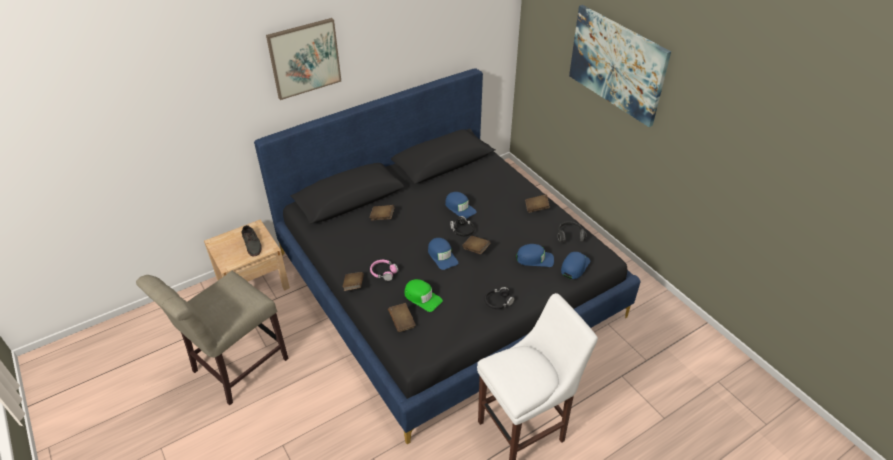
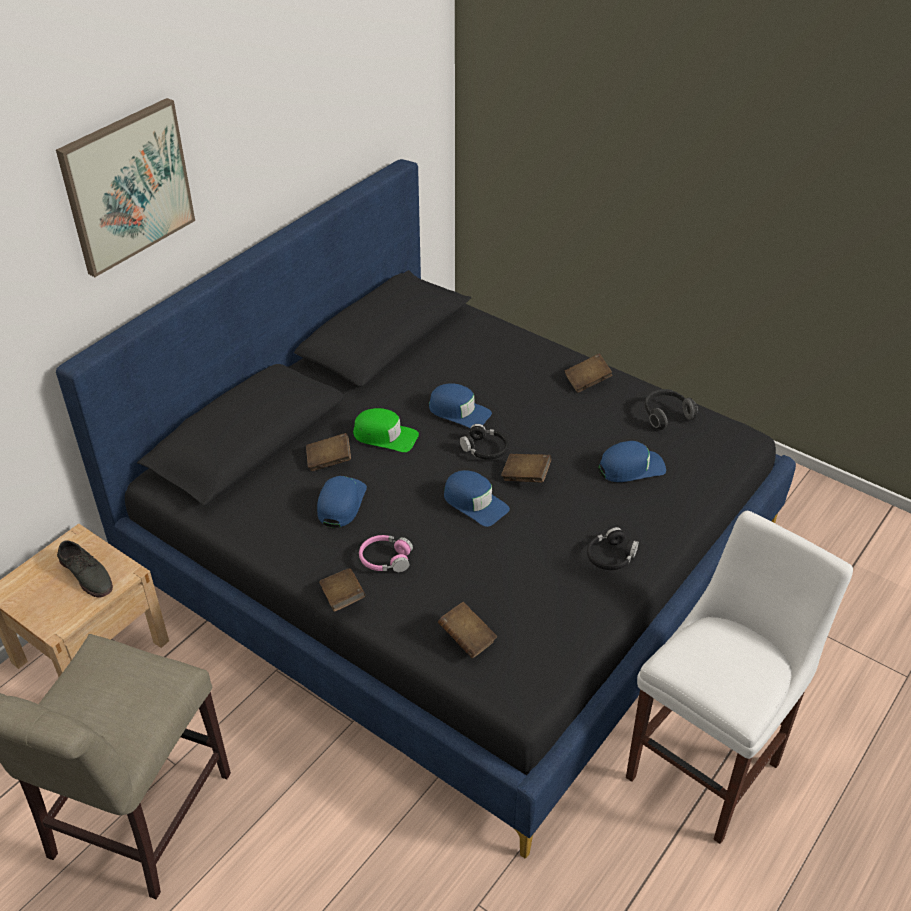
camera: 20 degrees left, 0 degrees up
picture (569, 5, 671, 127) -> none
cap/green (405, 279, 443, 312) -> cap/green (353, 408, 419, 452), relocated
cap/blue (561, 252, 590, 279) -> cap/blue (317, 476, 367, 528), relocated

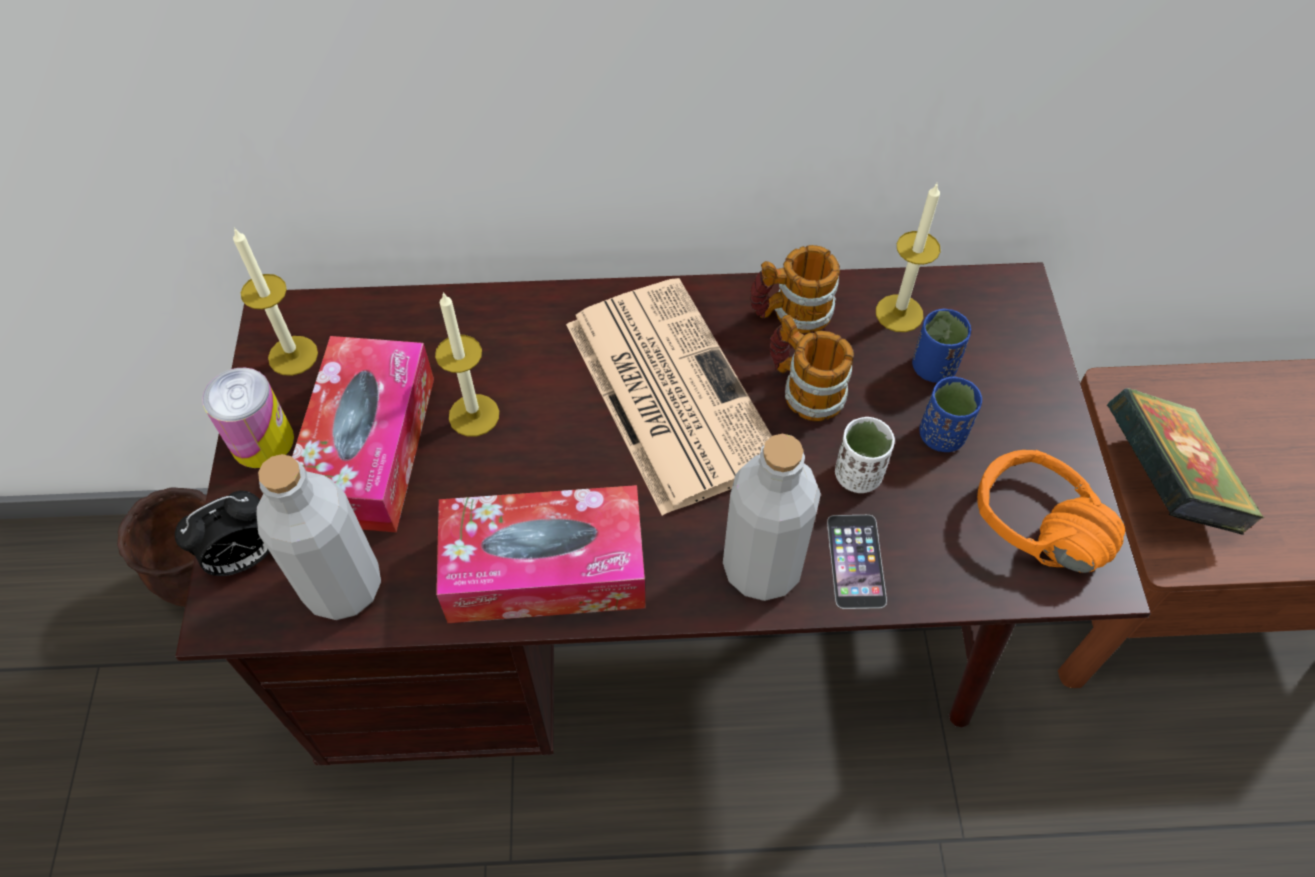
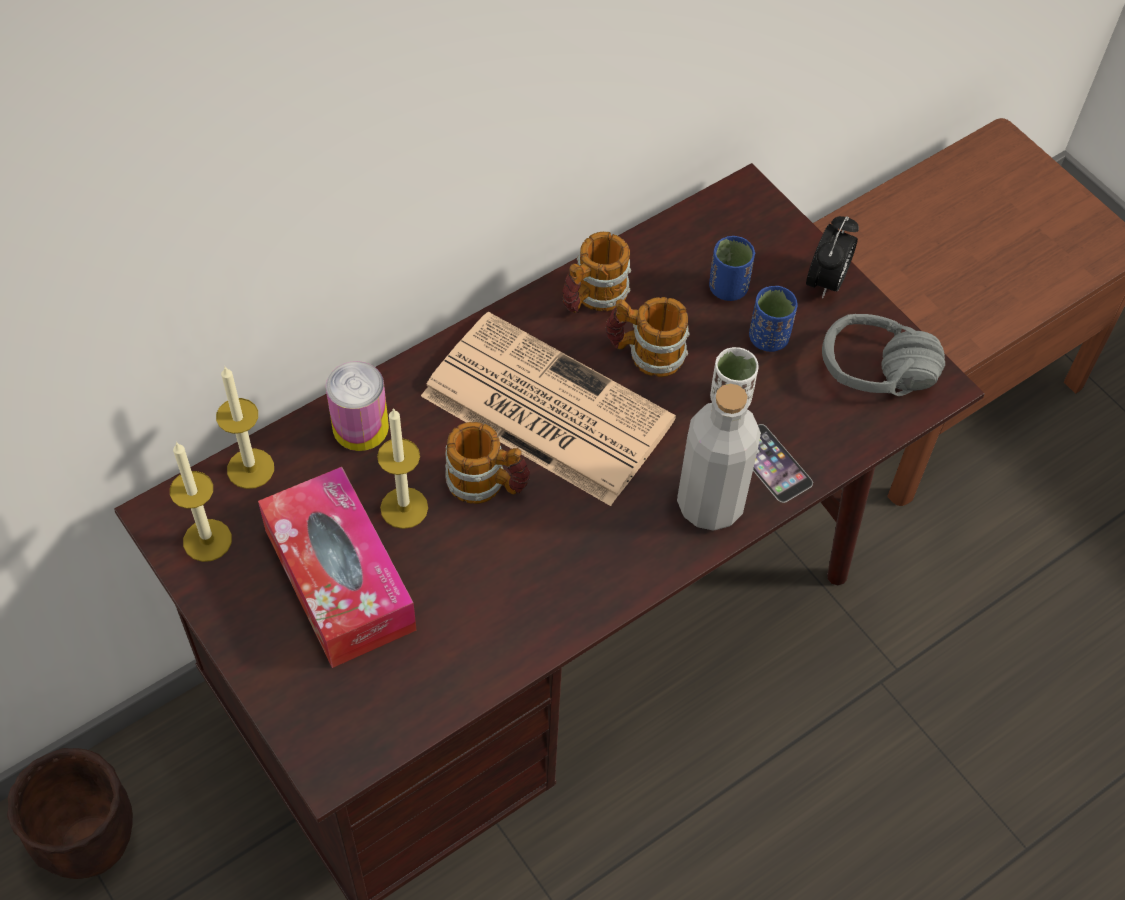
camera: 35 degrees left, 0 degrees up
bottle/grey (256, 454, 381, 620) -> none
tissue box (436, 485, 645, 623) -> none
book (1107, 388, 1264, 535) -> none
none -> mug (445, 422, 530, 504)
alarm clock (175, 491, 269, 576) -> alarm clock (806, 216, 859, 299), relocated
can (202, 368, 294, 468) -> can (326, 361, 389, 451), relocated
candle (876, 184, 941, 332) -> candle (216, 366, 274, 489), relocated
headphones/orange (977, 450, 1125, 573) -> headphones/grey (822, 314, 945, 396)

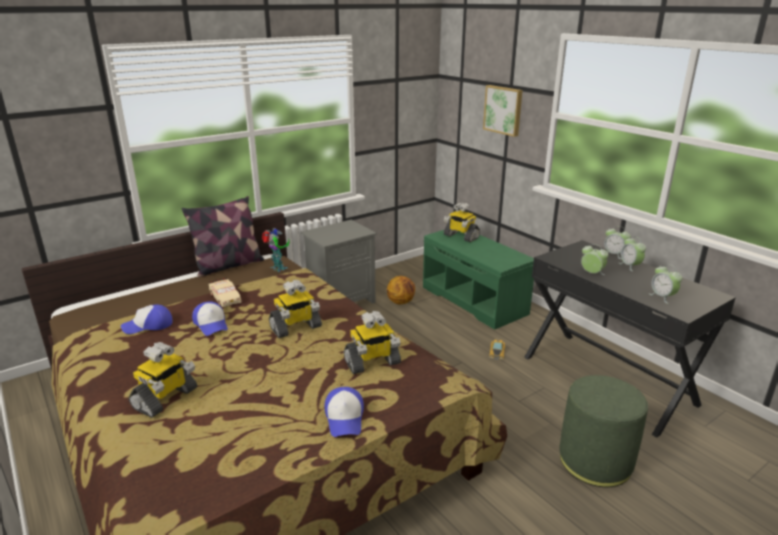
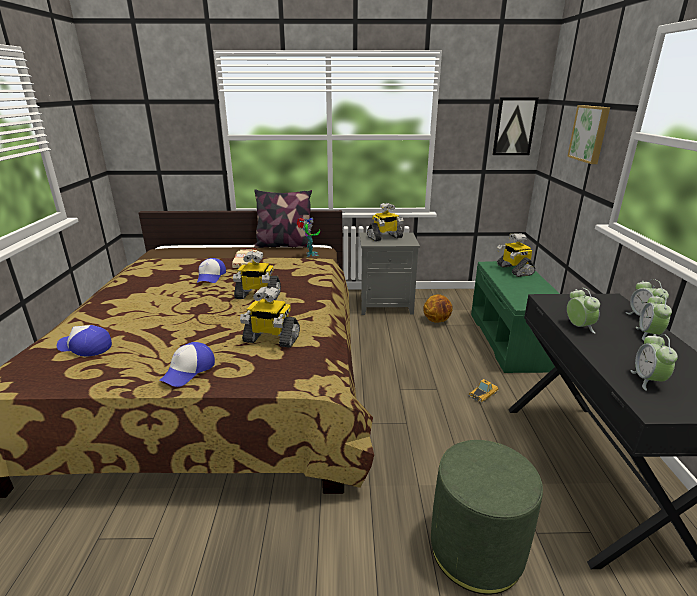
camera: 35 degrees right, 0 degrees up
none -> picture (492, 97, 539, 155)
cap (121, 305, 172, 334) -> cap (57, 325, 112, 357), relocated
toy robot (128, 342, 197, 418) -> toy robot (367, 203, 404, 241), relocated

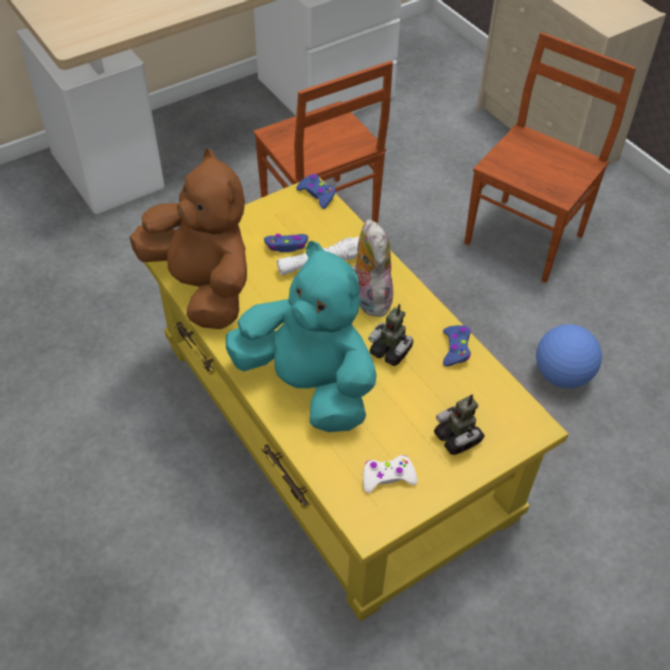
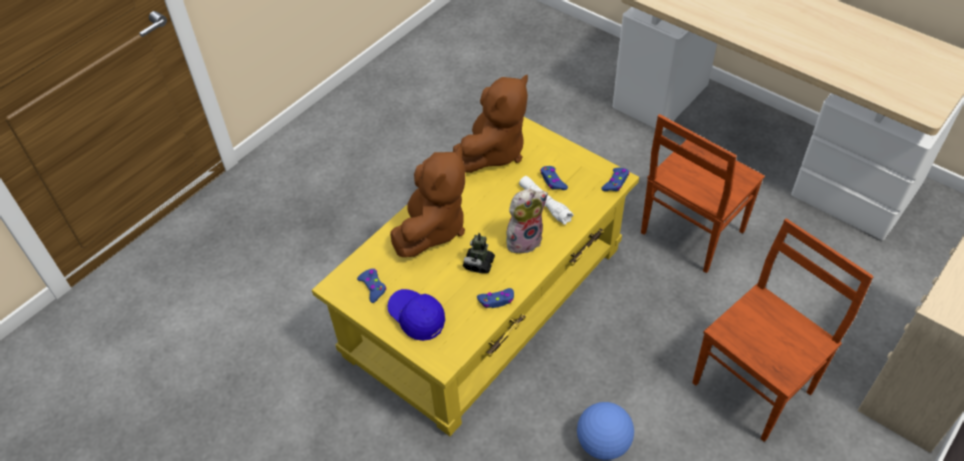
camera: 75 degrees right, 0 degrees up
toy robot (434, 394, 484, 455) -> cap/blue (388, 289, 445, 341)
plush toy/turquoise (226, 241, 376, 432) -> plush toy/brown (390, 146, 465, 257)
game controller/white (363, 455, 418, 493) -> game controller/blue (357, 269, 386, 303)
chair/brown (464, 32, 636, 283) -> chair/brown (692, 219, 874, 442), 60 degrees counterclockwise

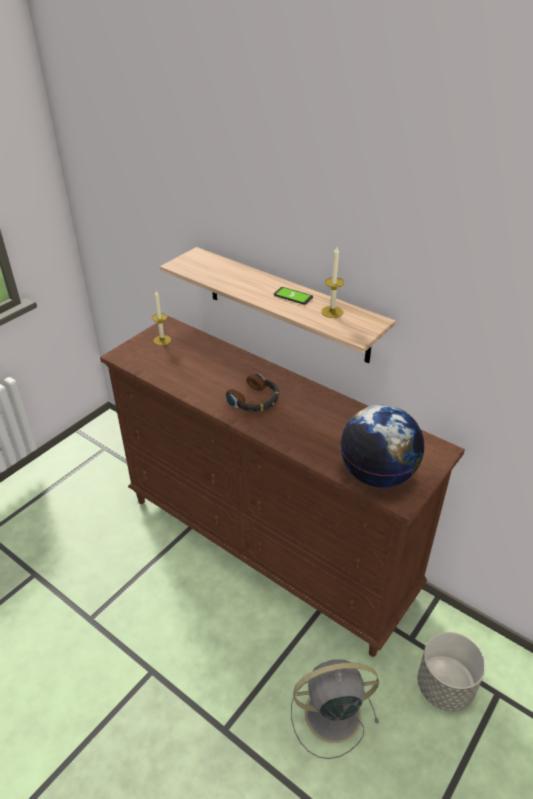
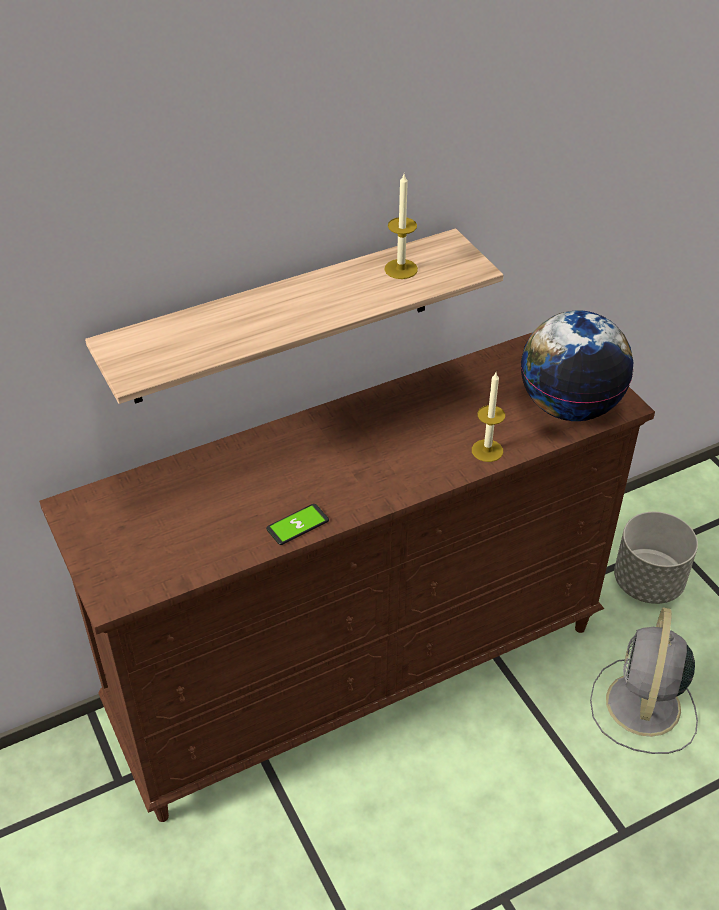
camera: 65 degrees left, 5 degrees up
headphones (226, 373, 279, 412) -> none
candle (152, 291, 171, 345) -> candle (472, 372, 505, 462), relocated
phone (274, 287, 313, 305) -> phone (266, 504, 329, 545), relocated

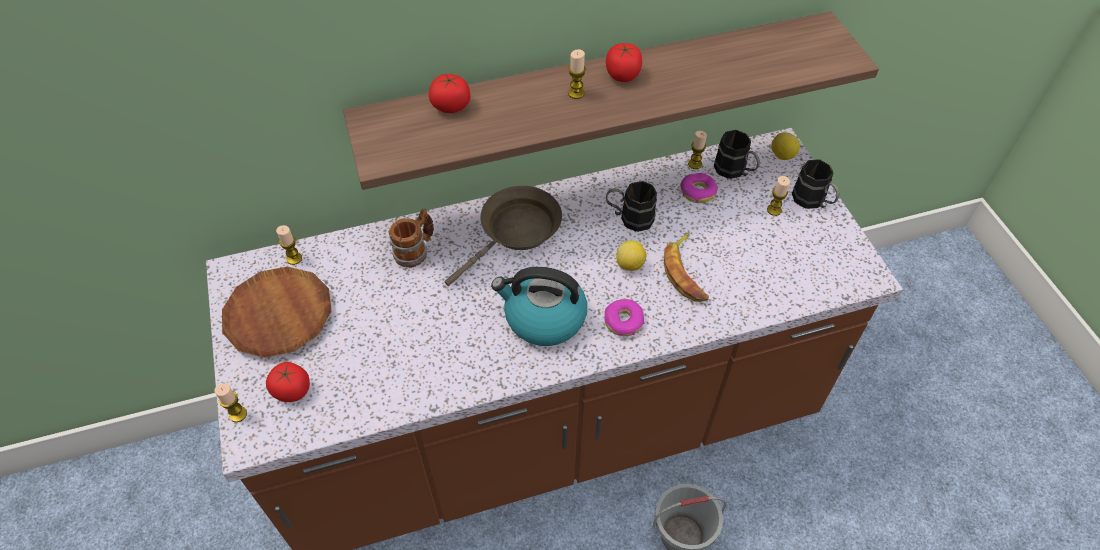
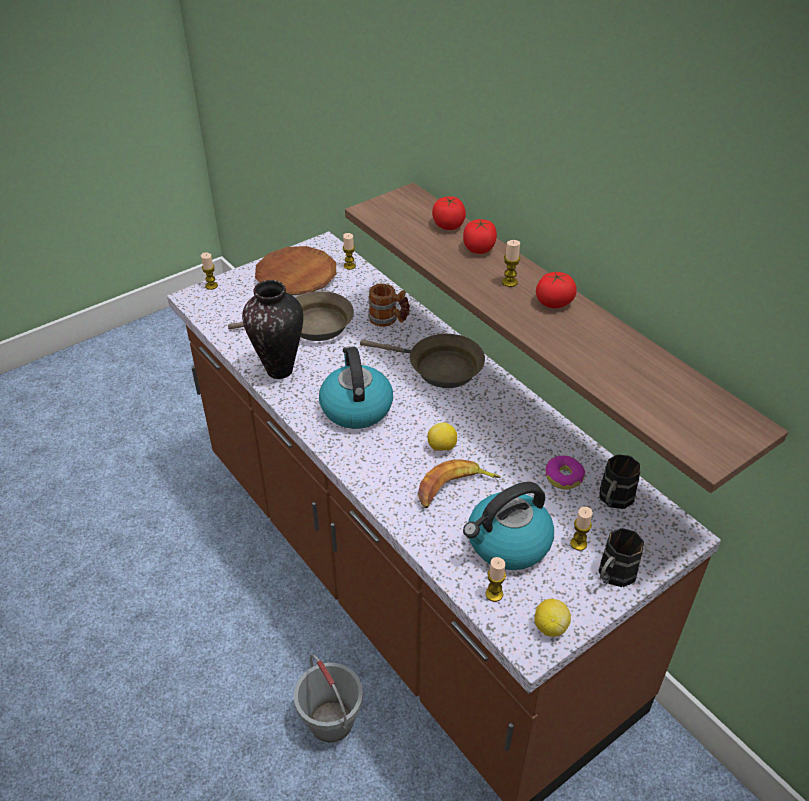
camera: 70 degrees right, 10 degrees down
donut (605, 299, 644, 336) -> none
mug/black (606, 181, 657, 232) -> none
none -> frying pan/brown (228, 291, 354, 341)
none -> vase (242, 280, 303, 379)
none -> kettle (463, 482, 554, 570)
tomato (266, 362, 310, 402) -> tomato (463, 219, 497, 254), relocated
candle (688, 131, 707, 169) -> candle (486, 557, 506, 602), relocated
lemon (771, 132, 800, 160) -> lemon (535, 599, 571, 637), relocated

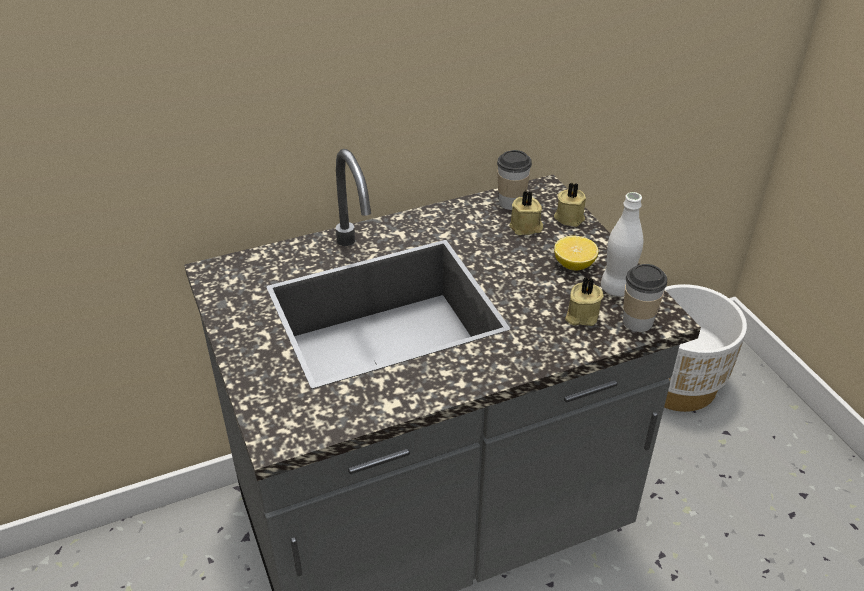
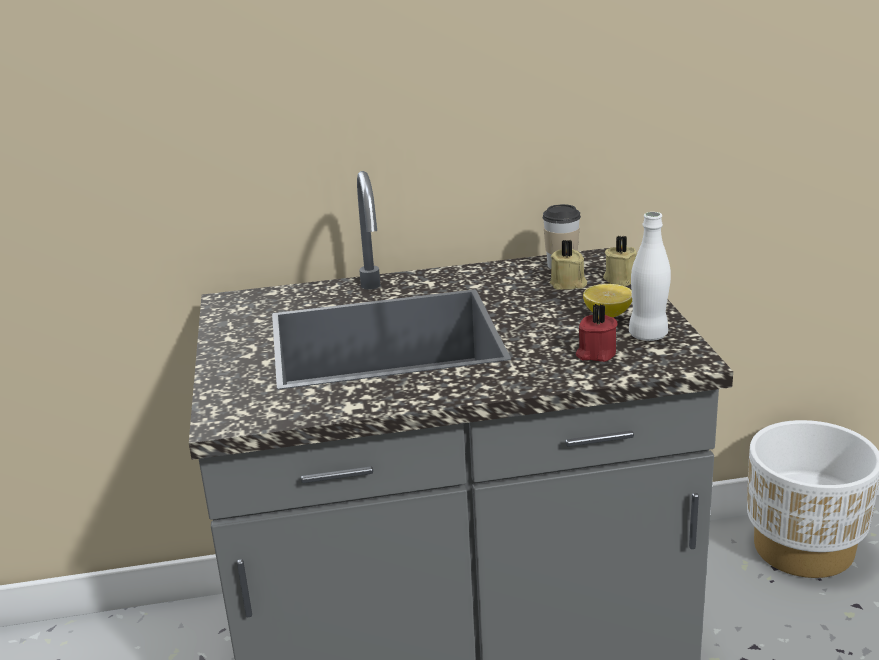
camera: 15 degrees right, 15 degrees down
cup (623, 264, 667, 332) -> none
candle/beige (565, 277, 604, 326) -> candle/red (576, 304, 618, 362)

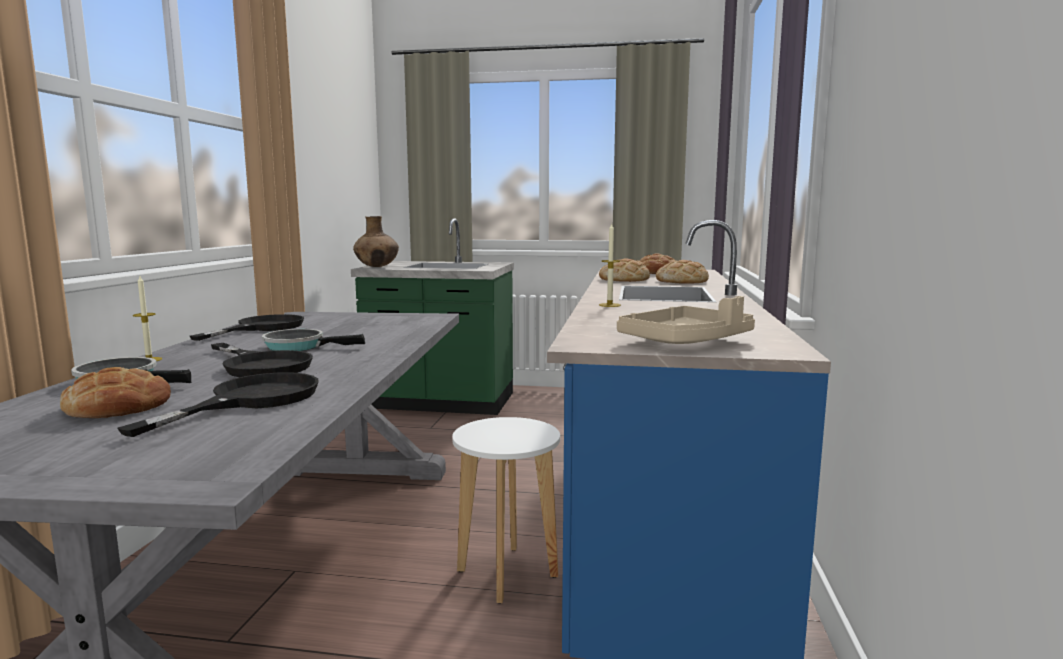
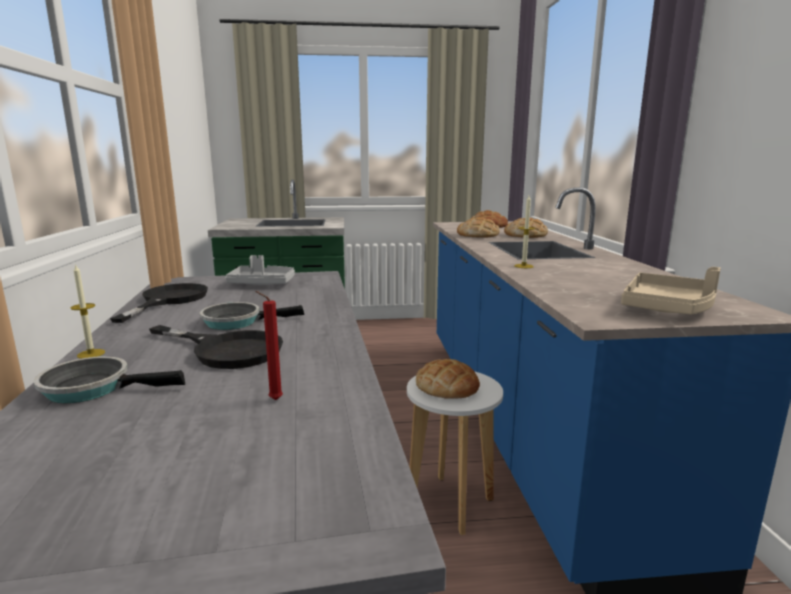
camera: 15 degrees left, 5 degrees up
vase/brown (353, 216, 399, 267) -> none
none -> tray/grey (225, 255, 295, 285)
bread (60, 367, 171, 418) -> bread (416, 359, 480, 399), relocated
frying pan/black (118, 372, 318, 437) -> candle/red (255, 291, 283, 400)

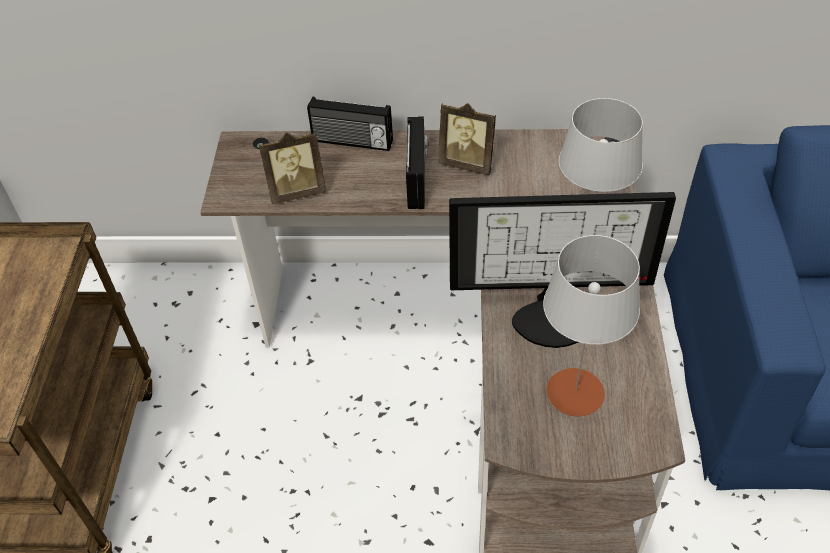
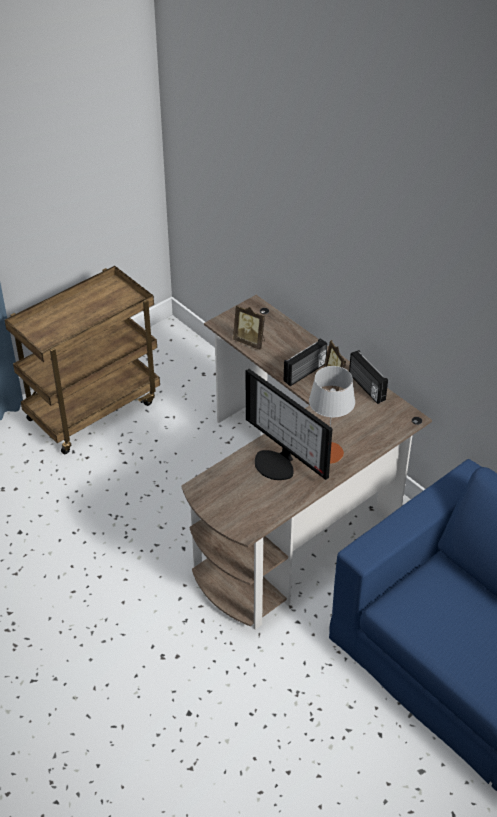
camera: 45 degrees right, 5 degrees down
table lamp/grey (543, 235, 640, 417) -> none
radio (307, 96, 393, 151) -> radio (349, 350, 388, 404), relocated

